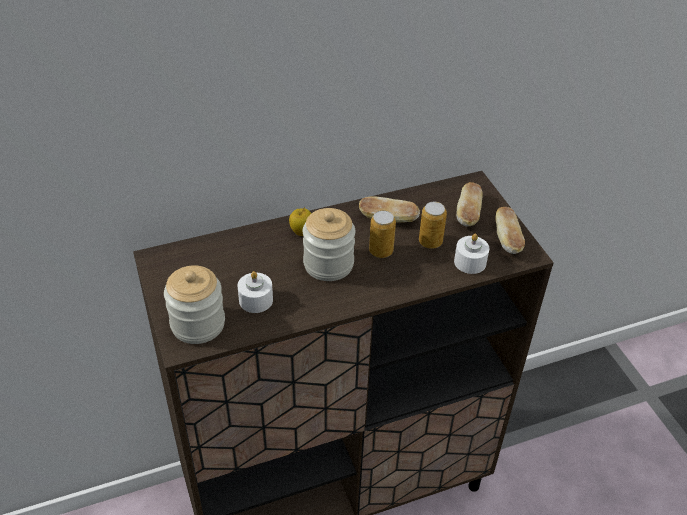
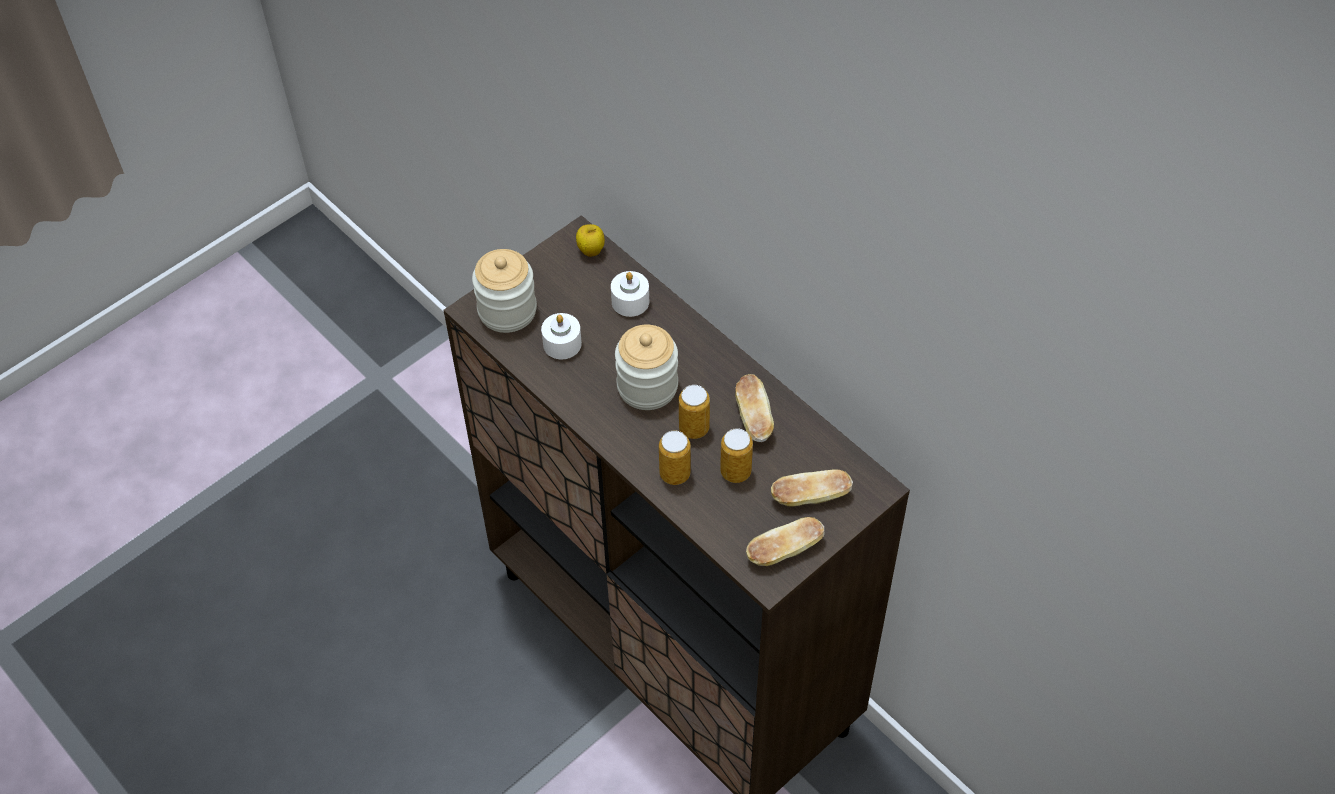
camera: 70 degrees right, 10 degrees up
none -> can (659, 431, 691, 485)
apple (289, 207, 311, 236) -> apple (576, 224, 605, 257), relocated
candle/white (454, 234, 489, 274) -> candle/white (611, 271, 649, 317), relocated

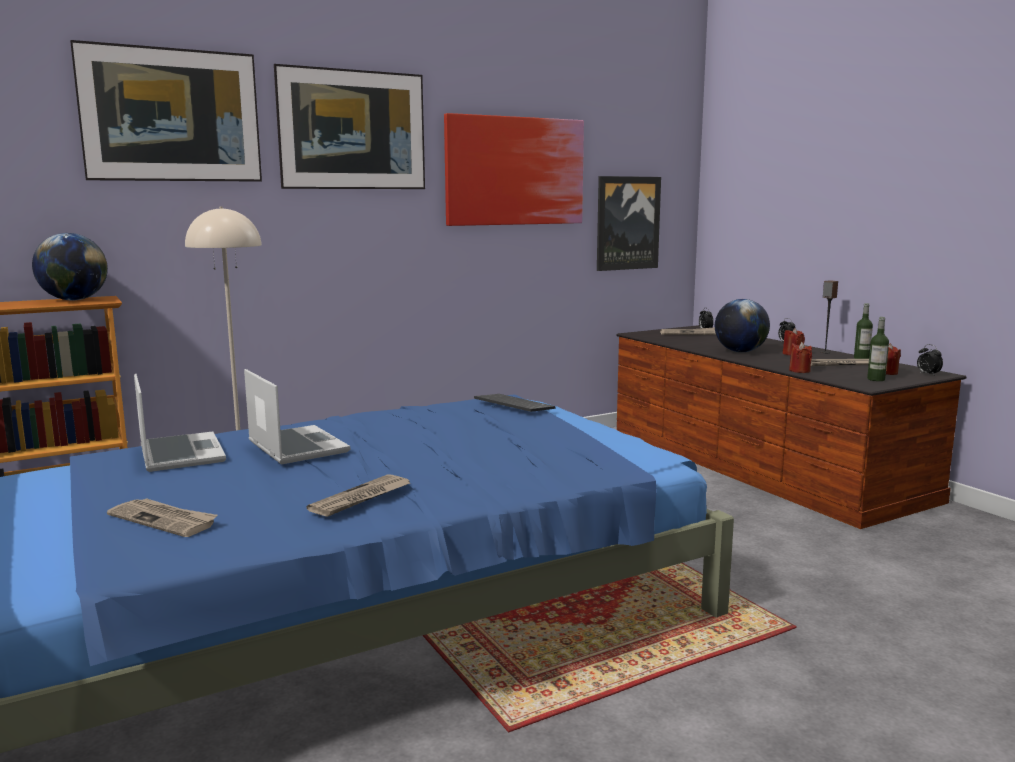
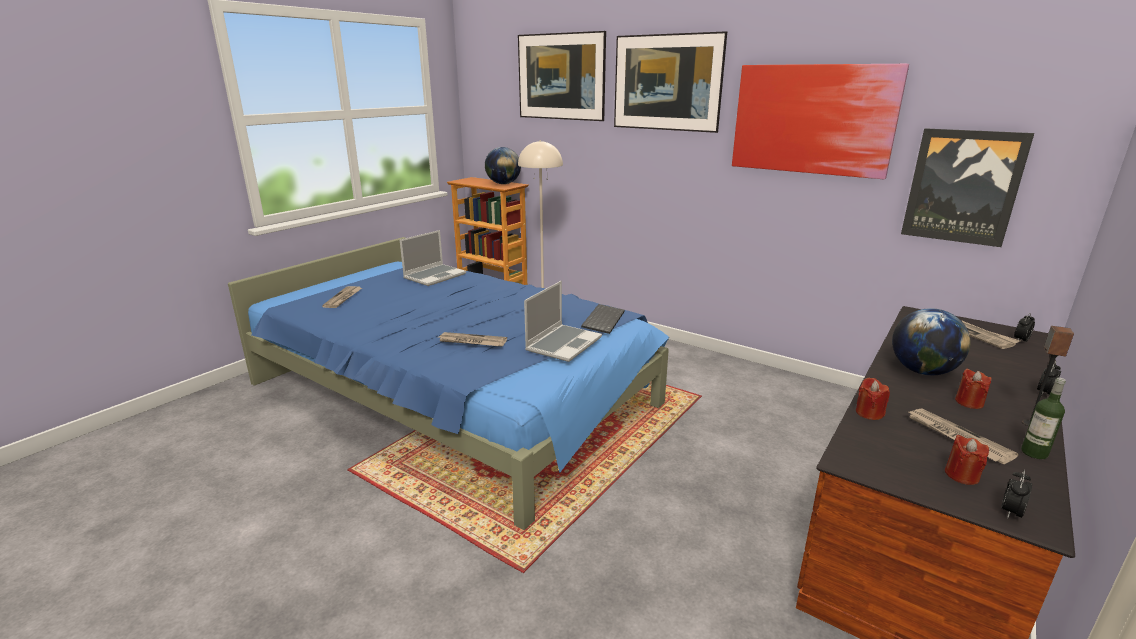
camera: 65 degrees right, 10 degrees up
bottle (867, 317, 889, 381) -> none
laptop (244, 369, 350, 464) -> laptop (524, 281, 602, 362), relocated
newspaper (307, 474, 410, 517) -> newspaper (439, 332, 507, 346), relocated

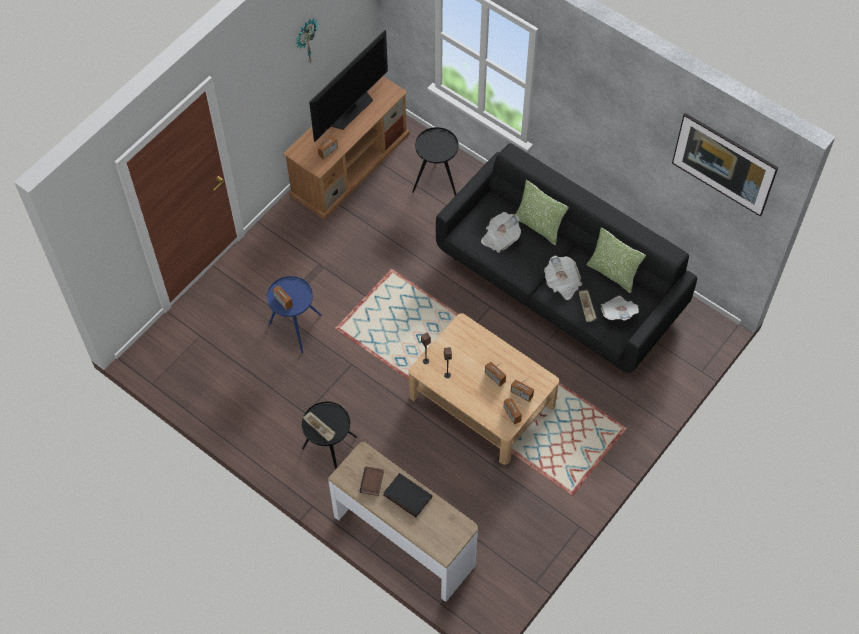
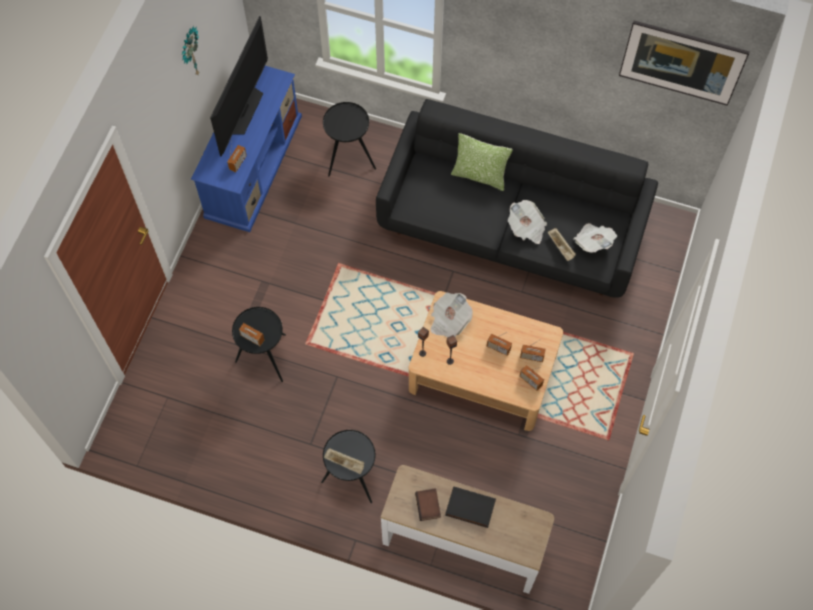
camera: 20 degrees left, 5 degrees up
pillow (586, 227, 646, 293) -> none
newspaper (481, 212, 521, 253) -> newspaper (430, 293, 473, 338), relocated
side table/blue (267, 276, 321, 354) -> side table/black (232, 307, 286, 382)
tv stand/brown (283, 77, 410, 220) -> tv stand/blue (191, 66, 302, 232)

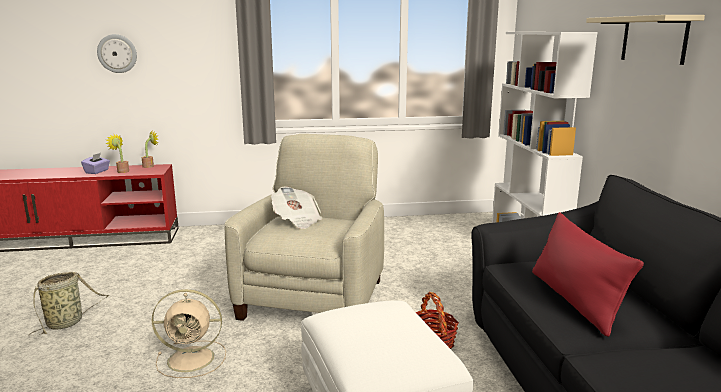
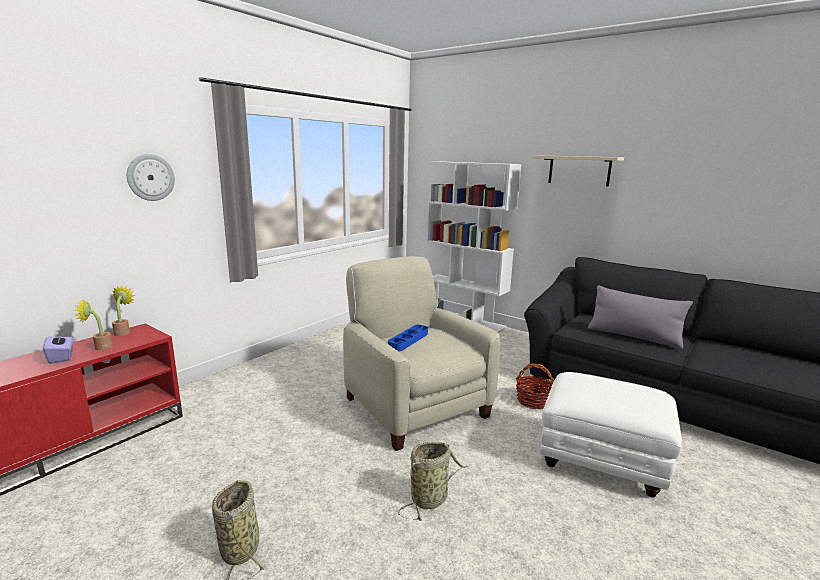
camera: 45 degrees left, 0 degrees up
wall clock (97, 34, 137, 73) -> wall clock (127, 154, 175, 201), relocated
fan/beige (152, 289, 226, 378) -> basket (398, 442, 468, 521)
newspaper (271, 186, 322, 229) -> tray/blue (388, 325, 428, 351)
pillow/red (532, 212, 644, 337) -> pillow/grey (588, 285, 693, 349)

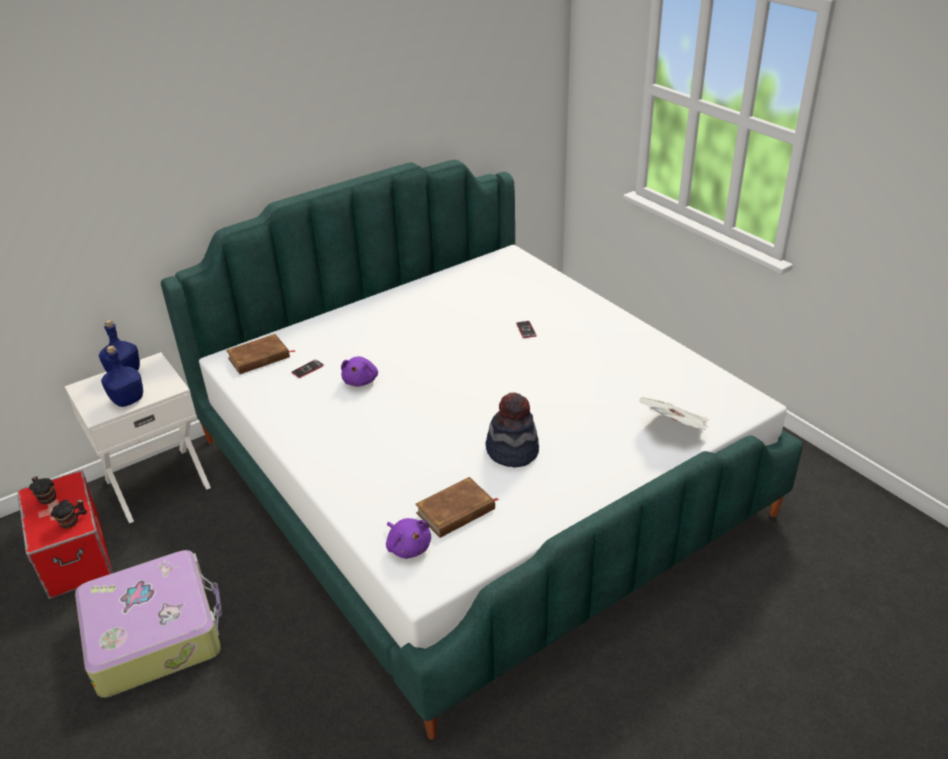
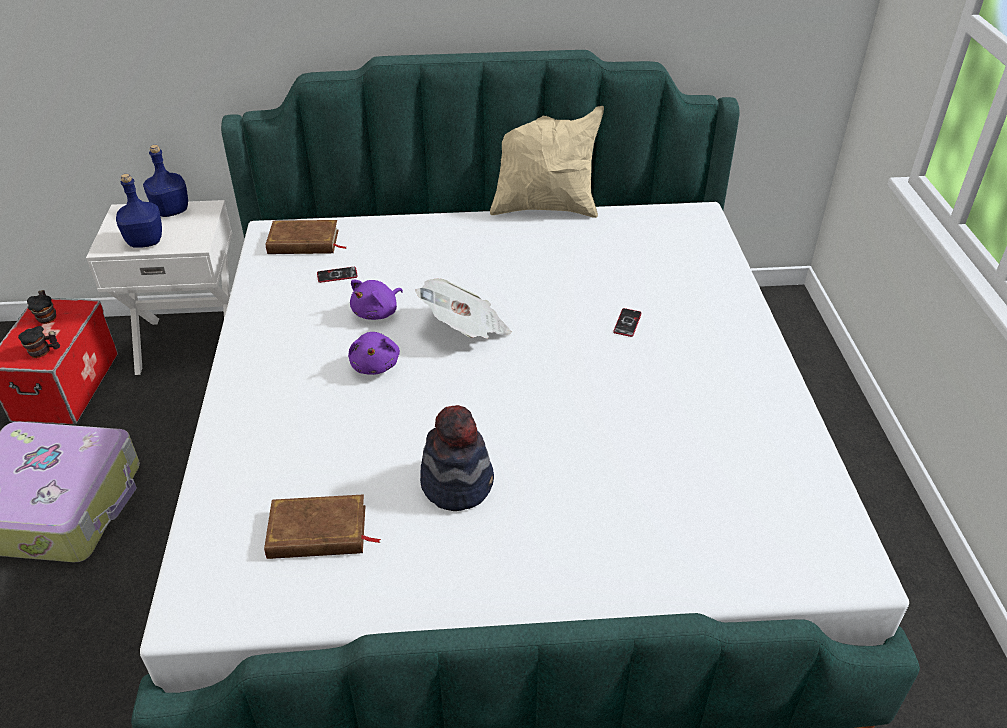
camera: 30 degrees right, 5 degrees up
none -> pillow/beige (490, 106, 604, 218)
plush toy/purple (386, 518, 431, 559) -> plush toy/purple (348, 332, 400, 375), relocated
newspaper (639, 397, 709, 430) -> newspaper (415, 278, 512, 339), relocated

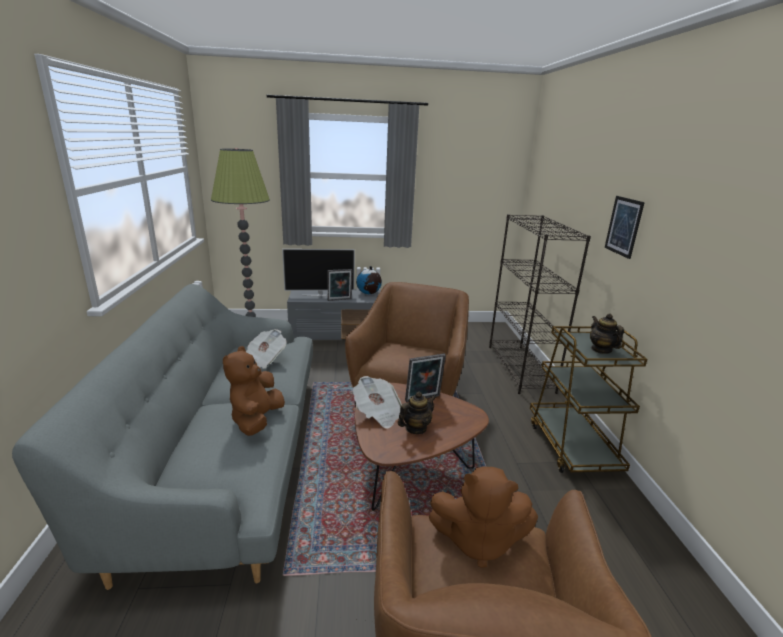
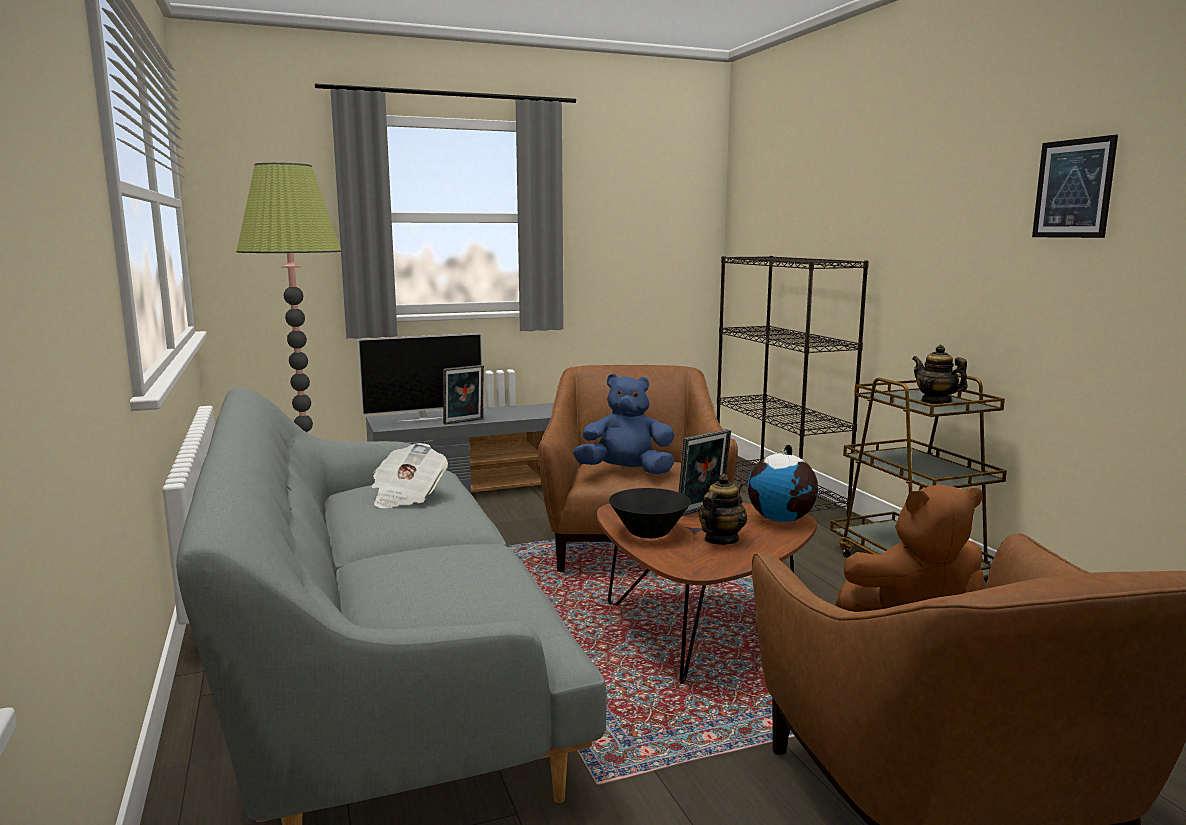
camera: 15 degrees left, 10 degrees down
plush toy/brown (223, 346, 285, 436) -> none
none -> plush toy/blue (573, 374, 674, 474)
globe (356, 266, 382, 294) -> globe (748, 445, 818, 522), relocated
picture (604, 196, 645, 259) -> picture (1032, 135, 1118, 238), relocated
newspaper (353, 376, 402, 429) -> bowl/black (609, 488, 691, 538)

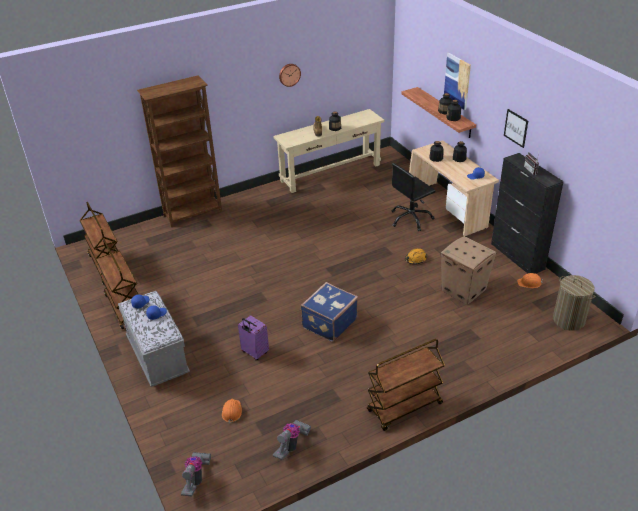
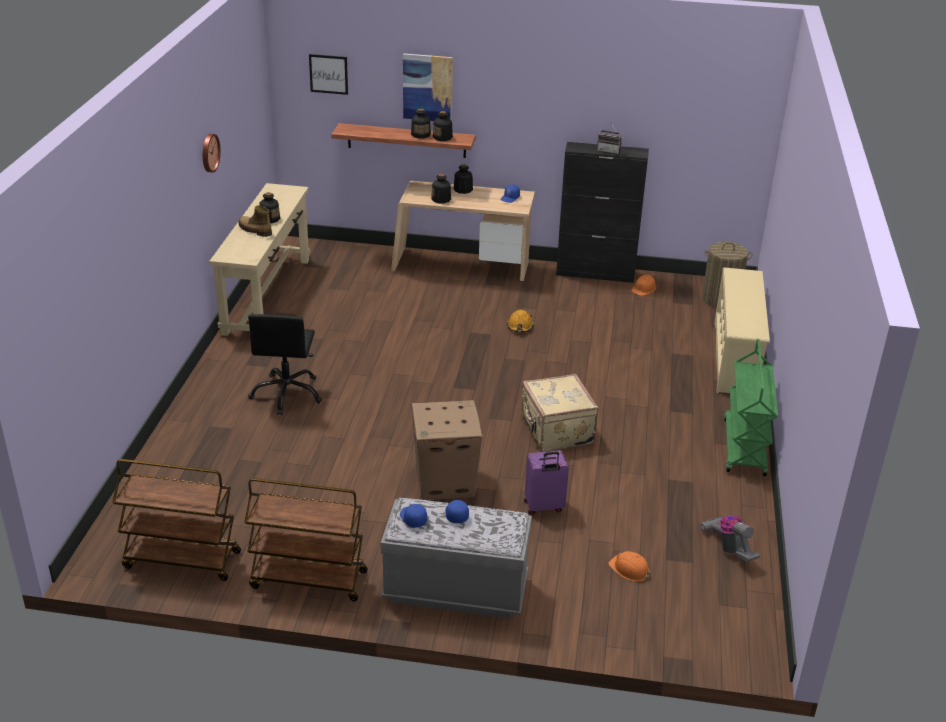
camera: 55 degrees left, 5 degrees down
bookcase/brown (137, 75, 222, 227) -> none
vacuum cleaner (181, 452, 211, 496) -> none
none -> shoe rack/beige (714, 267, 770, 393)
office chair/black (391, 163, 435, 231) -> office chair/black (248, 314, 322, 415), relocated
cardboard box (441, 236, 497, 305) -> cardboard box (412, 400, 482, 500), relocated
picture (504, 109, 528, 148) -> picture (309, 54, 348, 95), relocated
suitcase/blue (300, 282, 358, 342) -> suitcase/beige (521, 374, 598, 452)
cart/brown (367, 339, 445, 431) -> cart/green (724, 339, 778, 476)

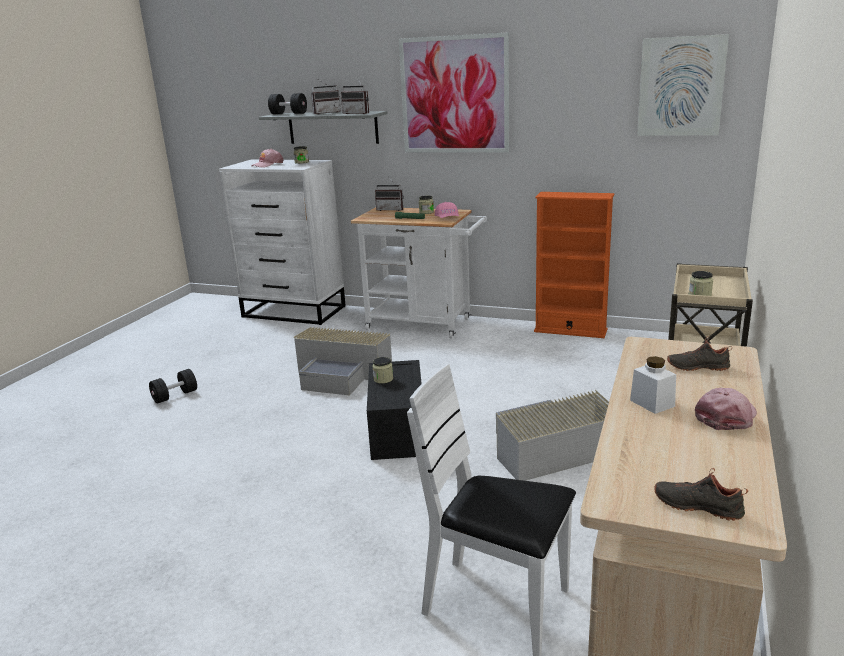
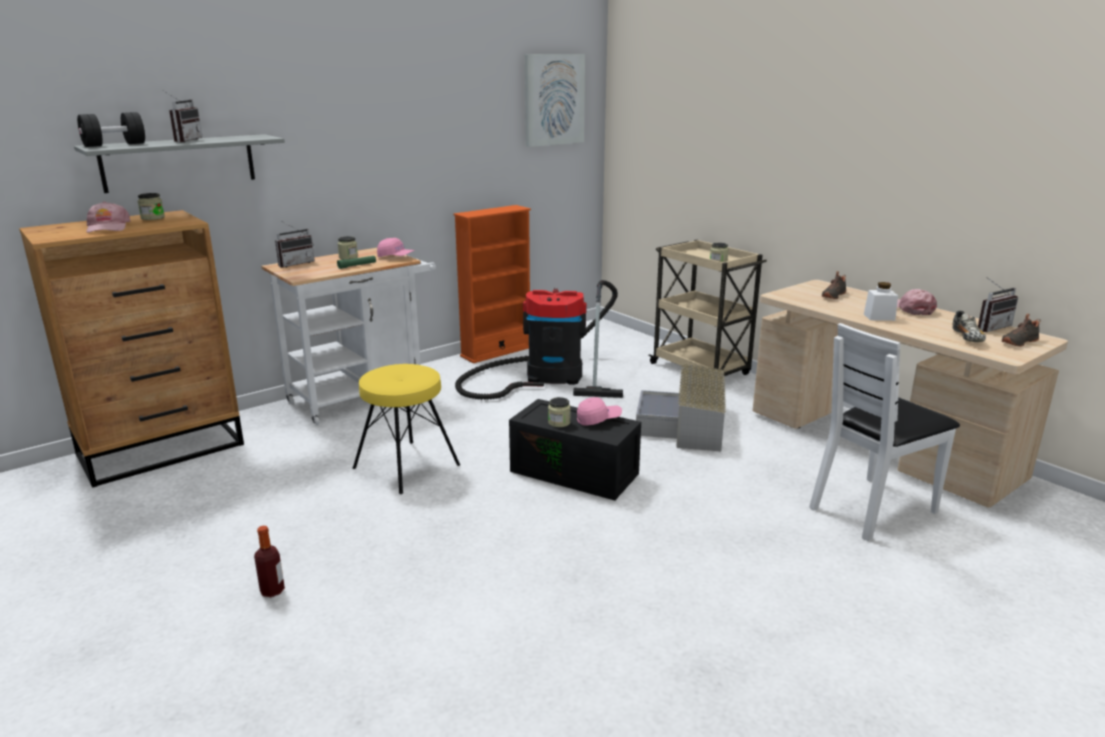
camera: 60 degrees left, 0 degrees up
picture (399, 32, 509, 153) -> none
none -> vacuum cleaner (455, 280, 623, 400)
none -> cap/pink (577, 397, 622, 426)
none -> shoe (952, 311, 986, 342)
radio (341, 78, 369, 114) -> radio (978, 277, 1018, 332), relocated
dumbbell/black (149, 369, 197, 404) -> bottle (254, 526, 285, 597)
storage box/grey (294, 327, 392, 396) -> stool/yellow (352, 364, 460, 494)
dresser/white (219, 160, 346, 325) -> dresser/brown (19, 210, 244, 488)

